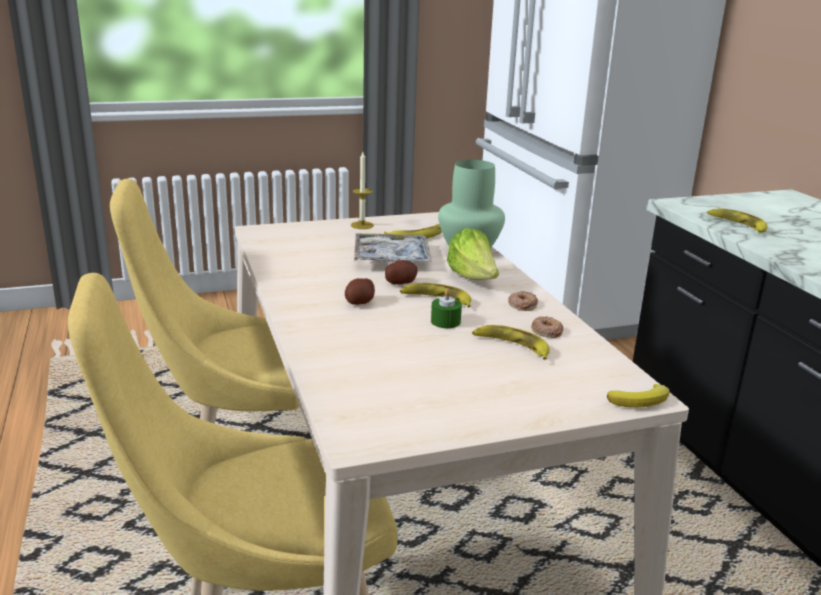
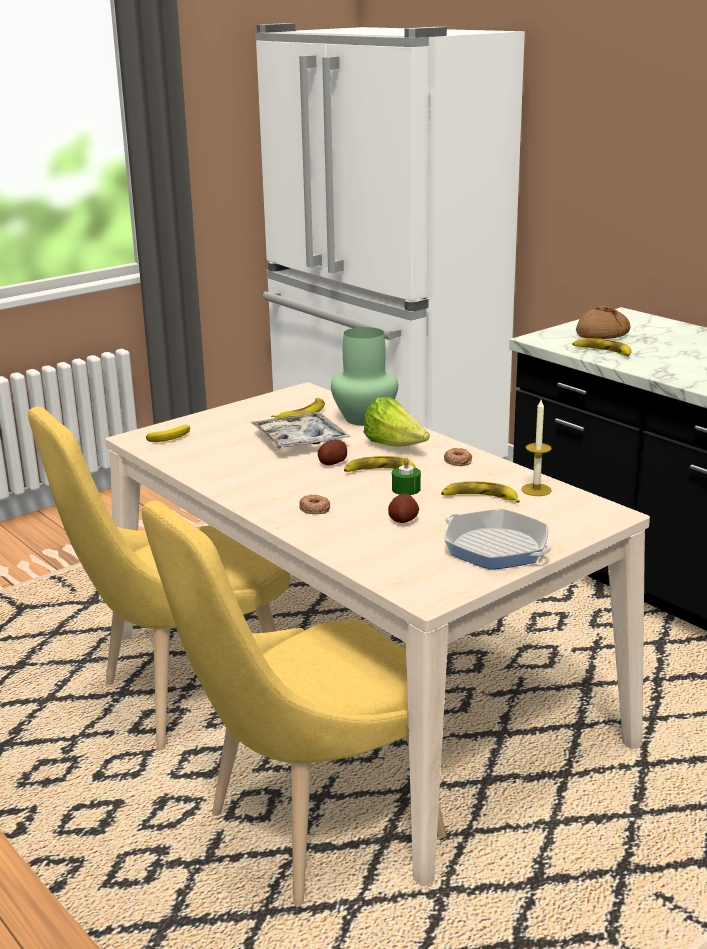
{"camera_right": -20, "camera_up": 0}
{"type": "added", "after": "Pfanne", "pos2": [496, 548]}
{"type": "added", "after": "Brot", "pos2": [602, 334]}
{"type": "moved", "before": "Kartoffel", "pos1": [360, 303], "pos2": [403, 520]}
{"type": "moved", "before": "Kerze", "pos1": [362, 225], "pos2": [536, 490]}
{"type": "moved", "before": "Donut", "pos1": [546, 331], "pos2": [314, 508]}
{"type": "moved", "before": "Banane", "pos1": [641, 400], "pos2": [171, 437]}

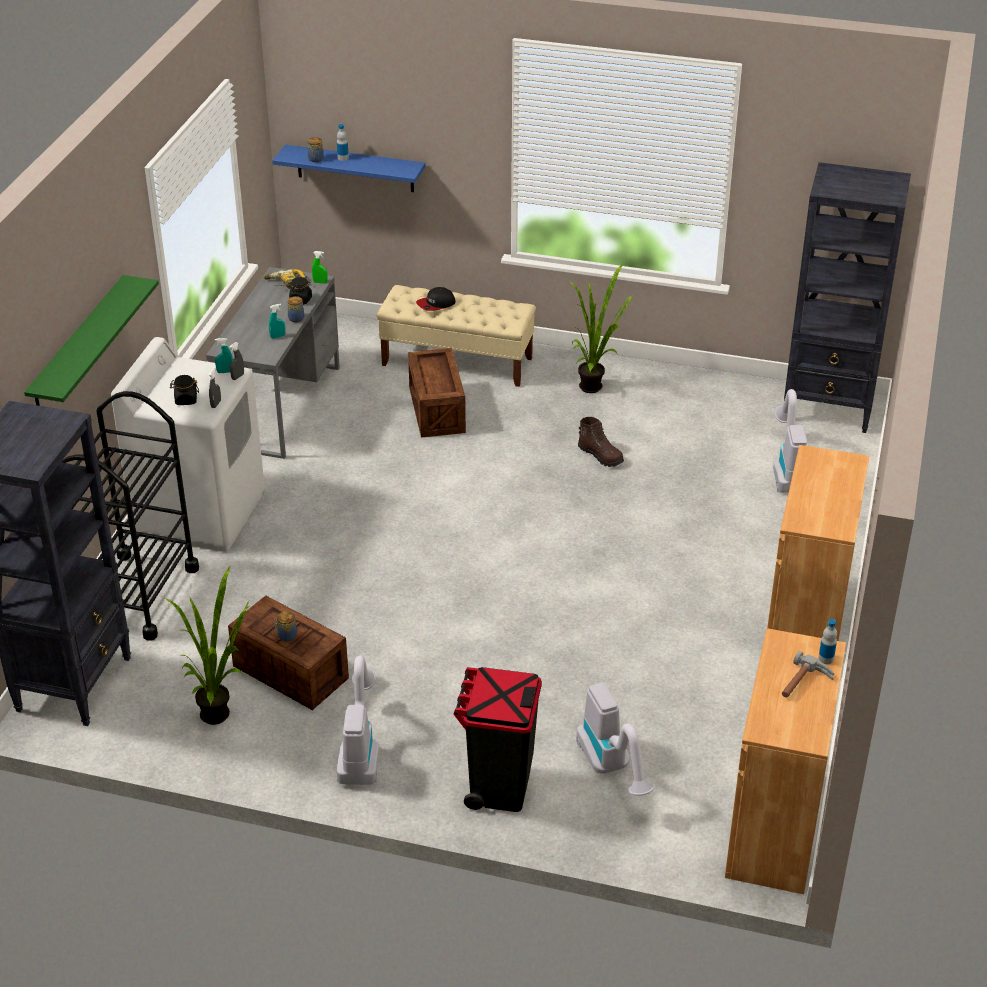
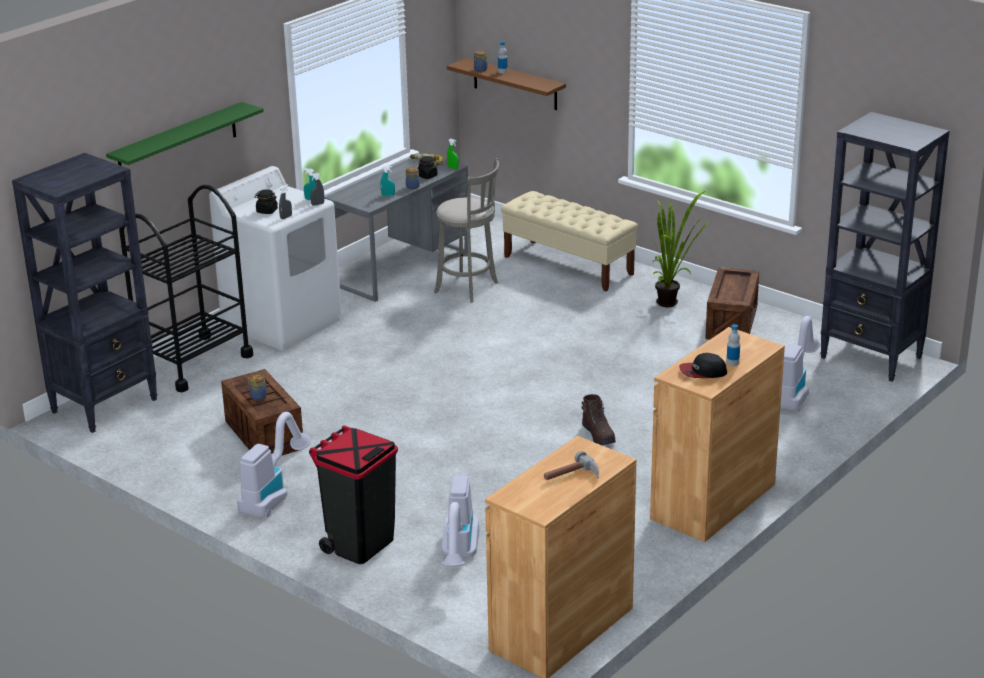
{"camera_right": 25, "camera_up": -10}
{"type": "removed", "before": "Topfpflanze", "pos1": [221, 712]}
{"type": "added", "after": "Hocker [grau]", "pos2": [469, 288]}
{"type": "moved", "before": "Kiste", "pos1": [437, 411], "pos2": [731, 323]}
{"type": "moved", "before": "Kappe", "pos1": [436, 304], "pos2": [702, 372]}
{"type": "moved", "before": "Stiefel [braun]", "pos1": [601, 455], "pos2": [599, 435]}
{"type": "moved", "before": "Flasche", "pos1": [826, 658], "pos2": [732, 363]}
{"type": "recoloured", "before": "Wandregal [blau]", "after": "Wandregal [braun]", "pos1": [355, 168], "pos2": [515, 84]}

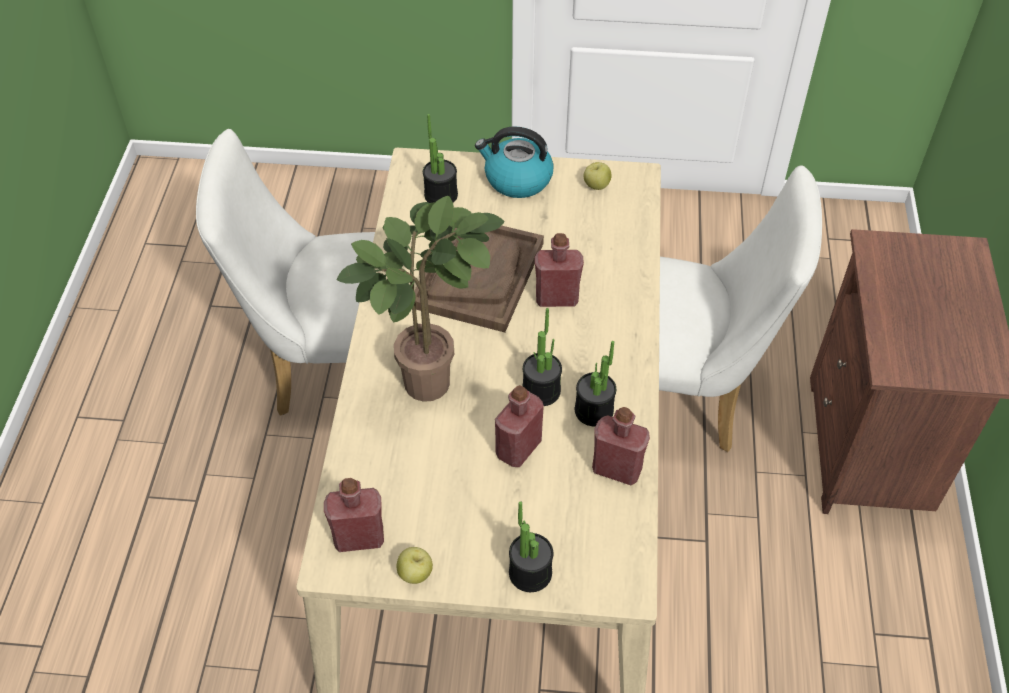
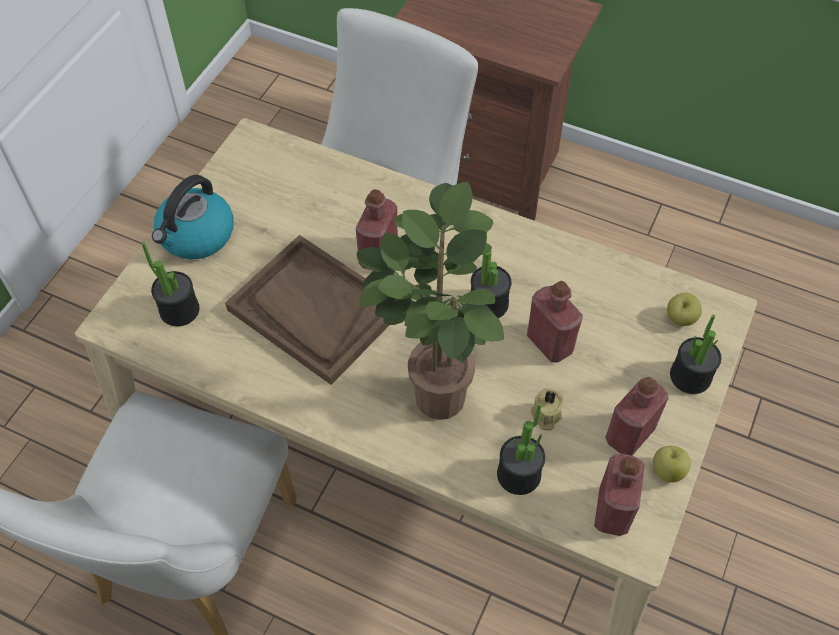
{"camera_right": -70, "camera_up": 5}
{"type": "added", "after": "Kerze [beige]", "pos2": [545, 416]}
{"type": "moved", "before": "Topfpflanze", "pos1": [594, 411], "pos2": [518, 475]}
{"type": "moved", "before": "Apfel", "pos1": [596, 186], "pos2": [680, 319]}
{"type": "moved", "before": "Flasche [rot]", "pos1": [616, 469], "pos2": [629, 435]}

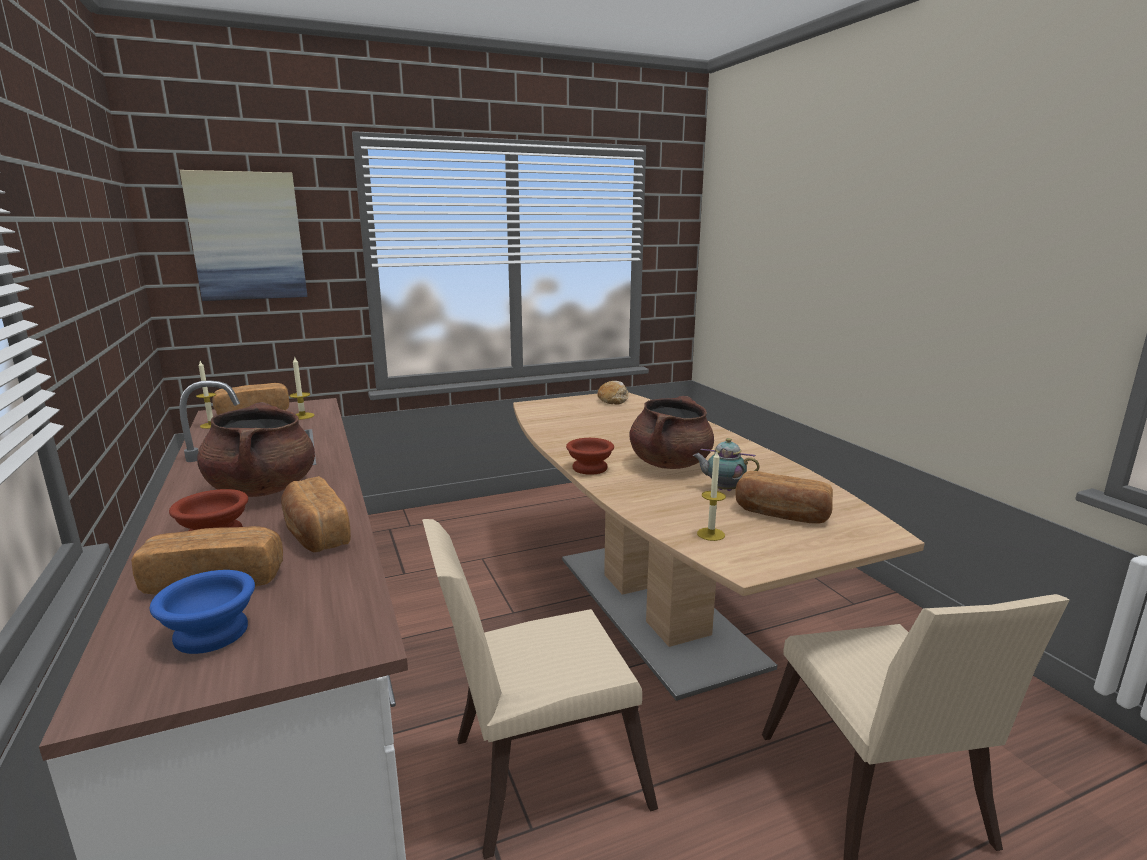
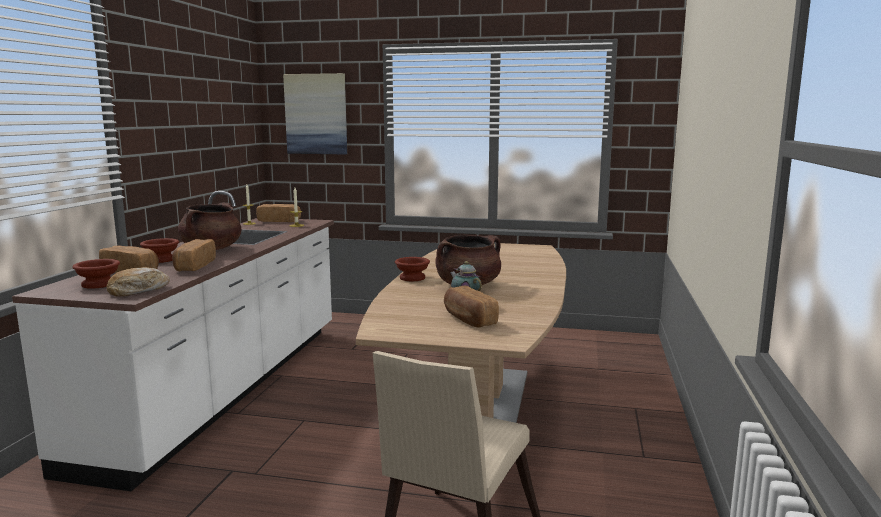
{"camera_right": 35, "camera_up": -5}
{"type": "removed", "before": "Stuhl [beige]", "pos1": [536, 774]}
{"type": "removed", "before": "Kerze", "pos1": [710, 534]}
{"type": "moved", "before": "Brot", "pos1": [613, 399], "pos2": [138, 290]}
{"type": "recoloured", "before": "Schüssel [blau]", "after": "Schüssel [braun]", "pos1": [208, 635], "pos2": [97, 284]}

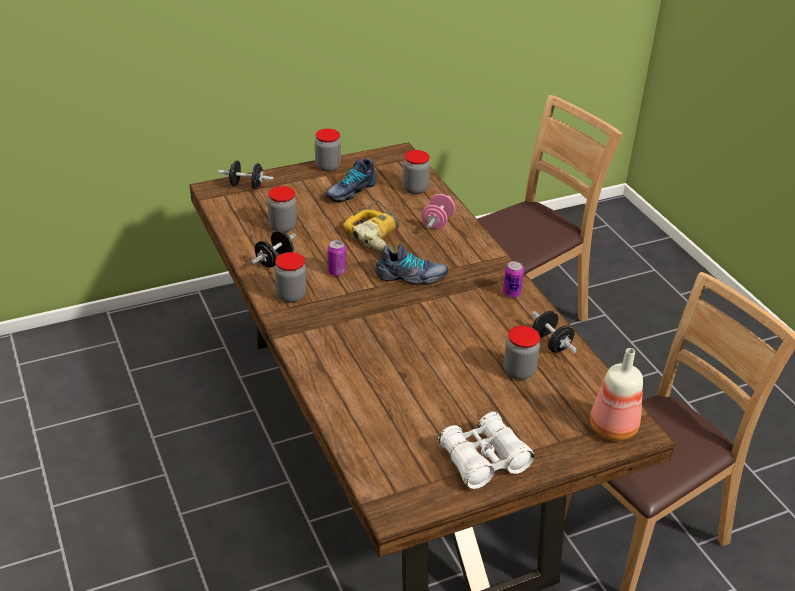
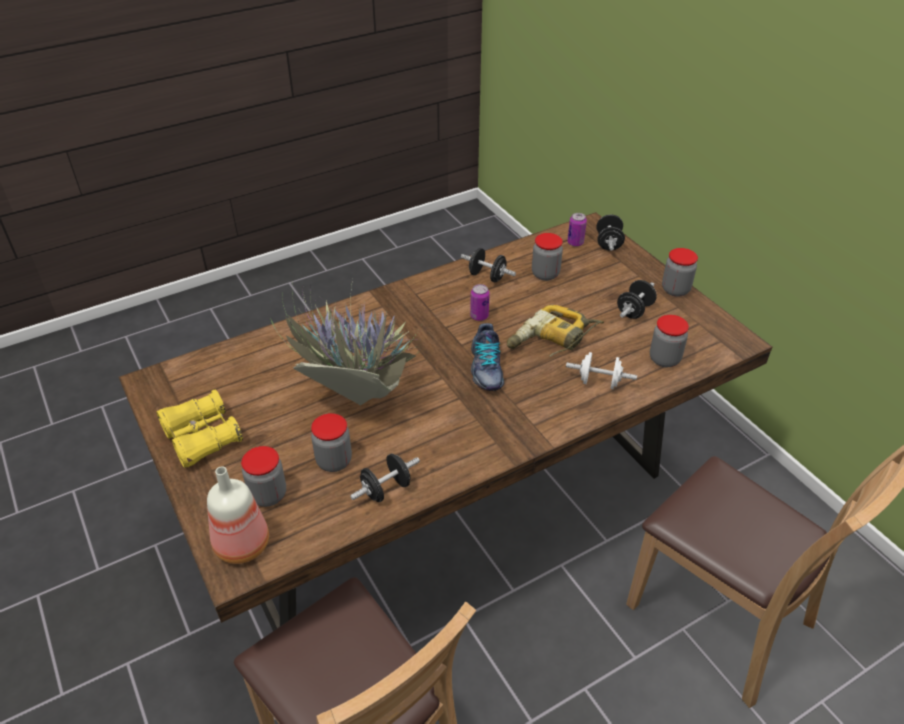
{"camera_right": 85, "camera_up": 5}
{"type": "added", "after": "Topfpflanze", "pos2": [356, 400]}
{"type": "moved", "before": "Vorratsglas", "pos1": [291, 295], "pos2": [268, 495]}
{"type": "moved", "before": "Dose", "pos1": [511, 293], "pos2": [575, 243]}
{"type": "replaced", "before": "Schuh", "after": "Hantel [schwarz]", "pos1": [350, 190], "pos2": [634, 310]}
{"type": "recoloured", "before": "Hantel [rosa]", "after": "Hantel [weiß]", "pos1": [437, 222], "pos2": [599, 382]}
{"type": "recoloured", "before": "Fernglas [weiß]", "after": "Fernglas [gelb]", "pos1": [484, 460], "pos2": [202, 437]}

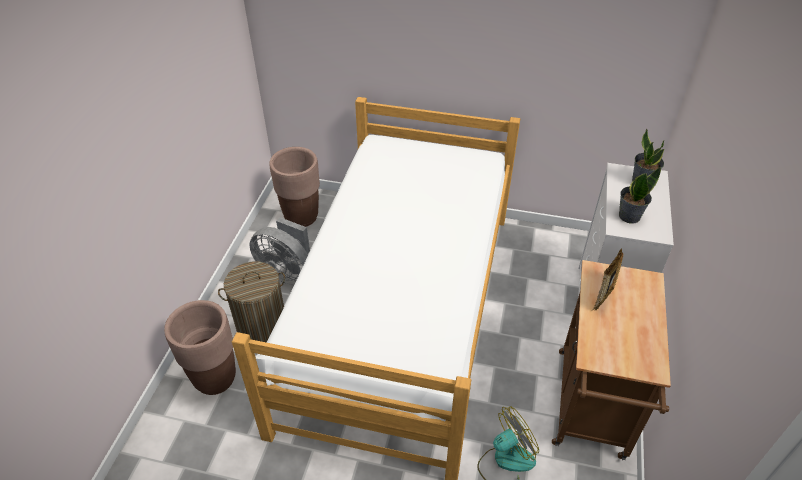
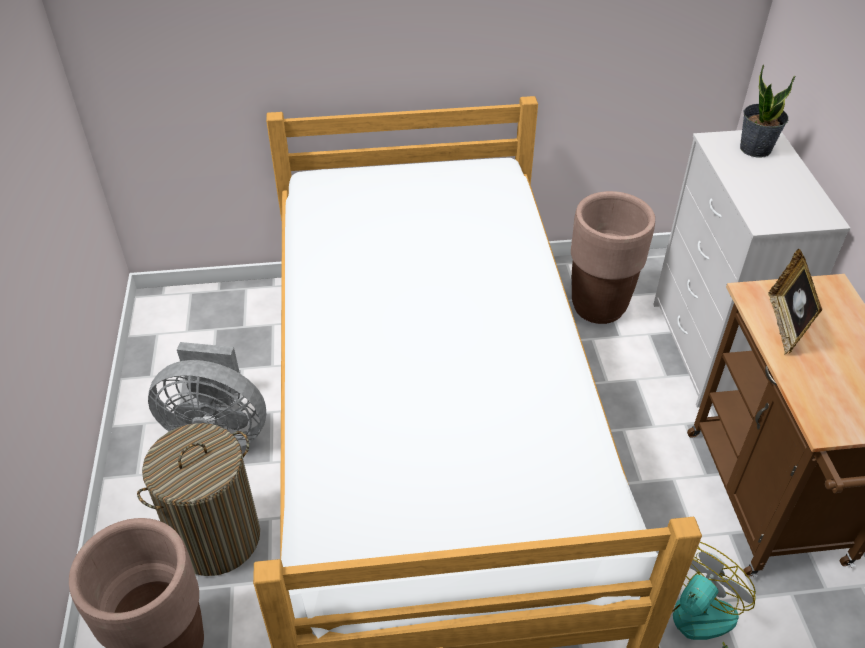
{"camera_right": -20, "camera_up": 0}
{"type": "removed", "before": "Topfpflanze", "pos1": [629, 216]}
{"type": "moved", "before": "Pflanzkübel [braun]", "pos1": [301, 217], "pos2": [598, 306]}

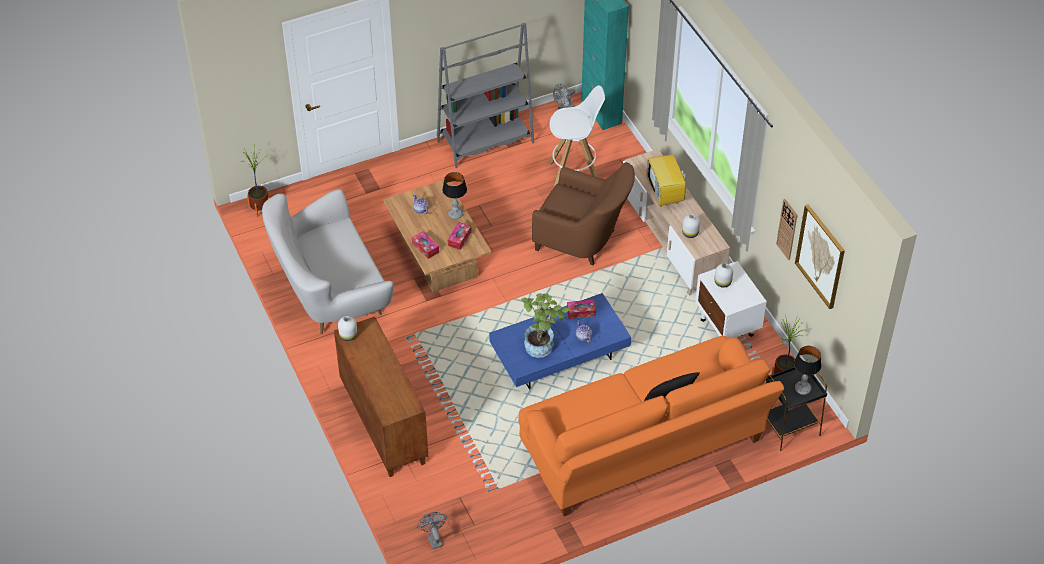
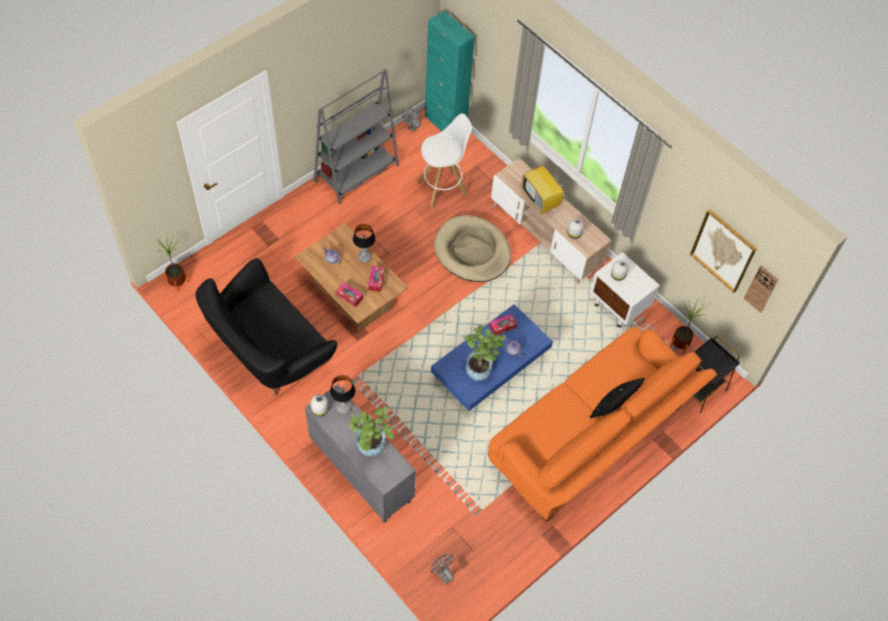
{"camera_right": -20, "camera_up": 10}
{"type": "added", "after": "Topfpflanze", "pos2": [371, 448]}
{"type": "moved", "before": "Wanduhr", "pos1": [787, 229], "pos2": [761, 288]}
{"type": "moved", "before": "Tischlampe", "pos1": [802, 389], "pos2": [343, 407]}
{"type": "replaced", "before": "Sessel [braun]", "after": "Hundebett [beige]", "pos1": [583, 241], "pos2": [472, 251]}
{"type": "recoloured", "before": "Sofa [weiß]", "after": "Sofa [schwarz]", "pos1": [330, 291], "pos2": [269, 350]}
{"type": "recoloured", "before": "Schrank [braun]", "after": "Schrank [grau]", "pos1": [382, 423], "pos2": [360, 471]}

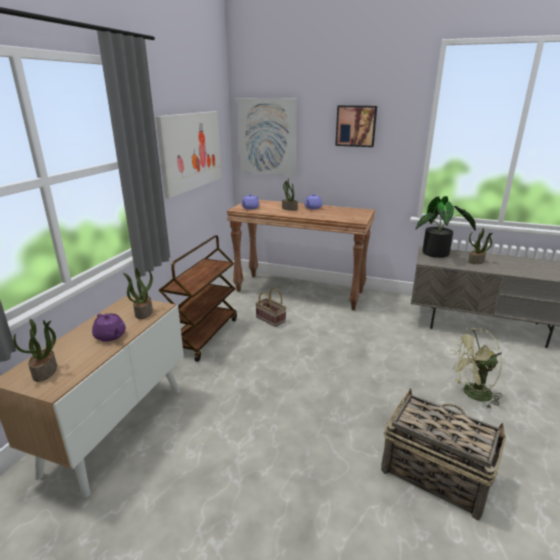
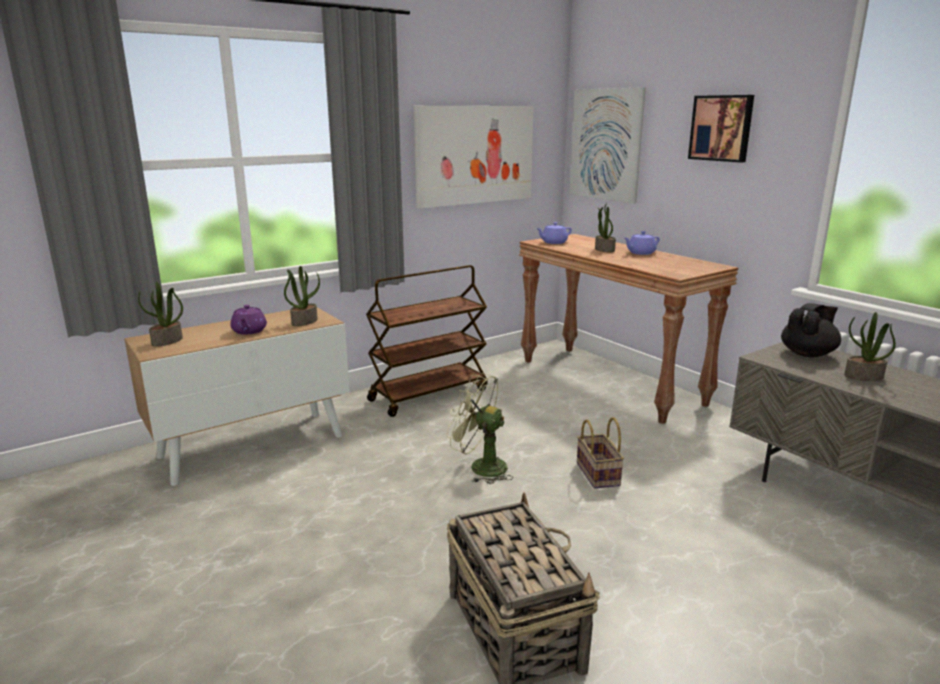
{"camera_right": 35, "camera_up": -5}
{"type": "moved", "before": "Korb", "pos1": [271, 319], "pos2": [599, 474]}
{"type": "moved", "before": "Ventilator [grün]", "pos1": [472, 394], "pos2": [480, 467]}
{"type": "replaced", "before": "Topfpflanze", "after": "Teekanne [schwarz]", "pos1": [439, 254], "pos2": [808, 354]}

